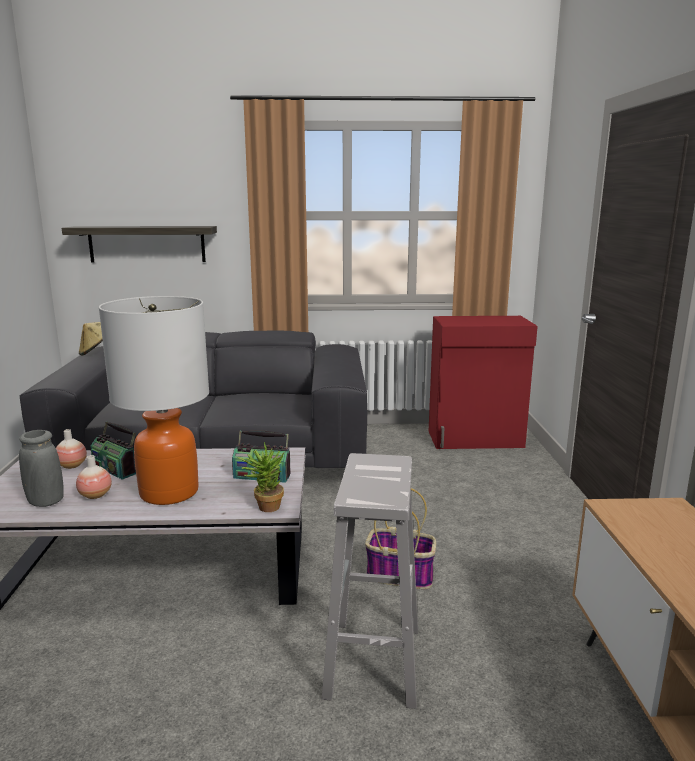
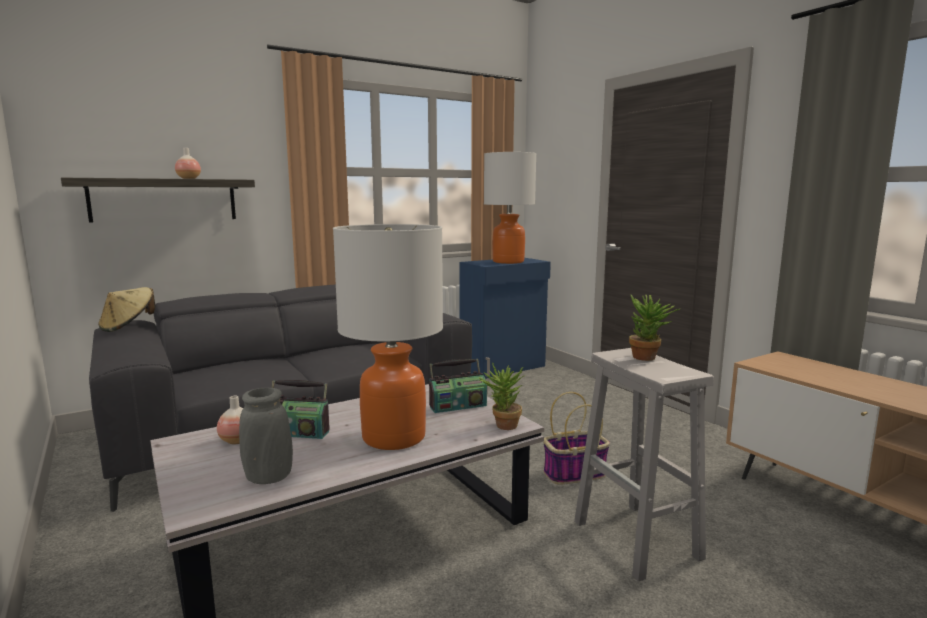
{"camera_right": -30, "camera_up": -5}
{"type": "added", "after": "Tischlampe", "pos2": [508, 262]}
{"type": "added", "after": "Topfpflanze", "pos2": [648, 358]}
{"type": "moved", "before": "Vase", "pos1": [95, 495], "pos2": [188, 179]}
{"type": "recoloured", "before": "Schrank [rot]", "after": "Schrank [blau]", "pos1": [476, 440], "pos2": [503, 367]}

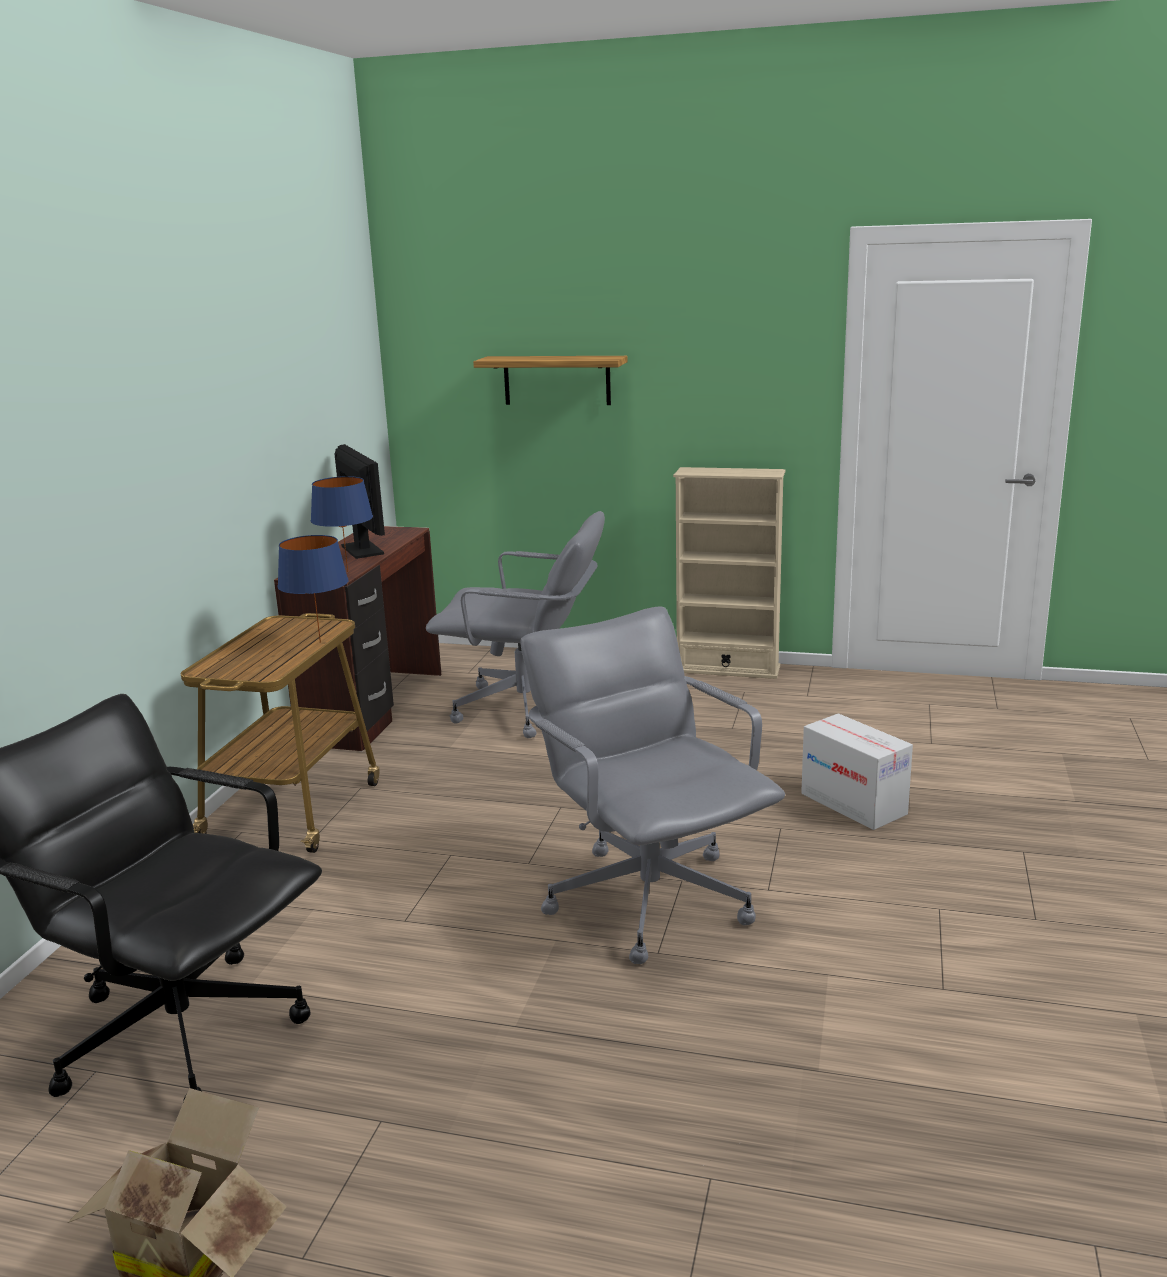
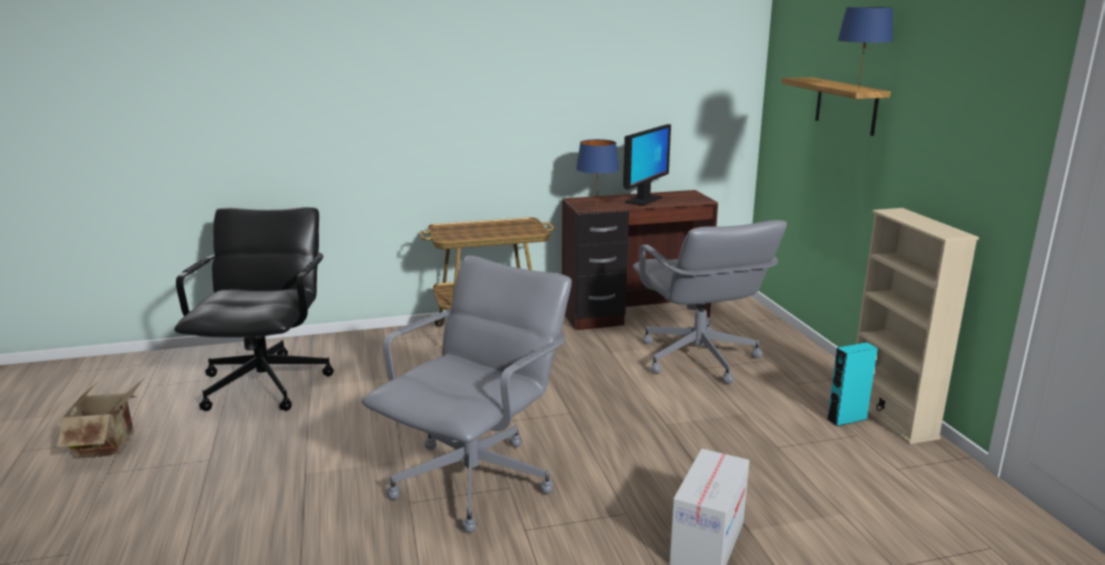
{"camera_right": 60, "camera_up": 0}
{"type": "added", "after": "Lautsprecher [türkis]", "pos2": [846, 419]}
{"type": "moved", "before": "Tischlampe [blau]", "pos1": [319, 642], "pos2": [858, 89]}

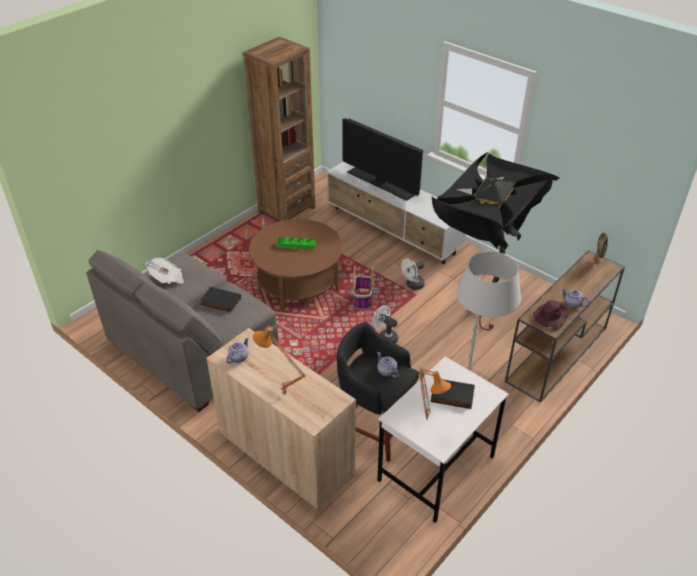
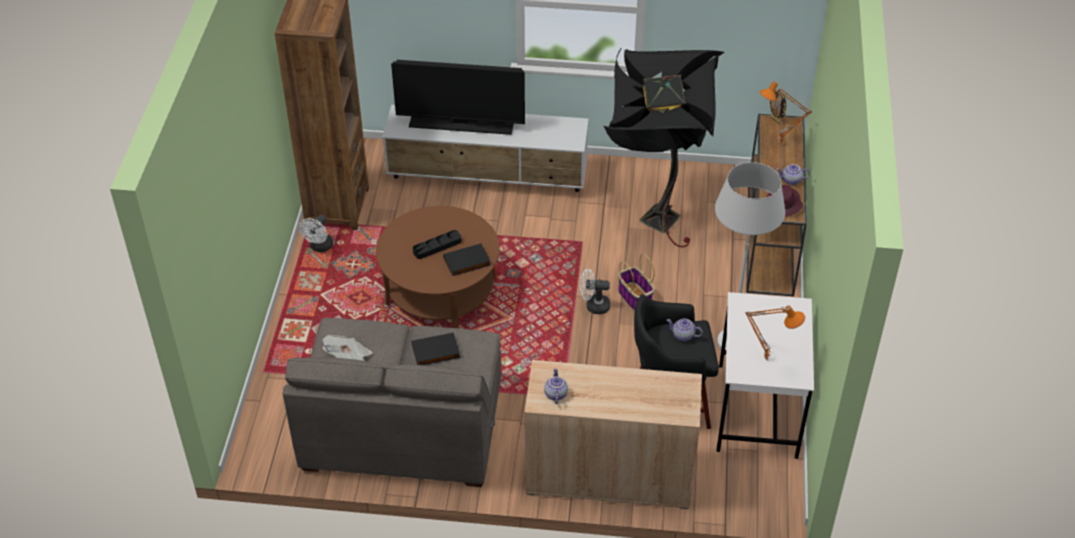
{"camera_right": -35, "camera_up": 5}
{"type": "moved", "before": "Tischlampe [orange]", "pos1": [283, 396], "pos2": [779, 145]}
{"type": "moved", "before": "Korb", "pos1": [363, 299], "pos2": [635, 298]}
{"type": "moved", "before": "Ventilator [weiß]", "pos1": [412, 285], "pos2": [319, 247]}
{"type": "moved", "before": "Buch [schwarz]", "pos1": [452, 396], "pos2": [467, 262]}
{"type": "recoloured", "before": "Tablett [grün]", "after": "Tablett [schwarz]", "pos1": [296, 245], "pos2": [437, 246]}

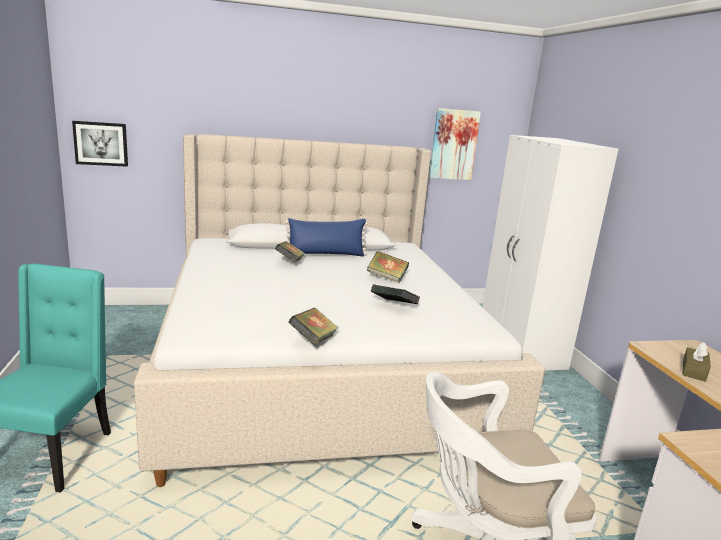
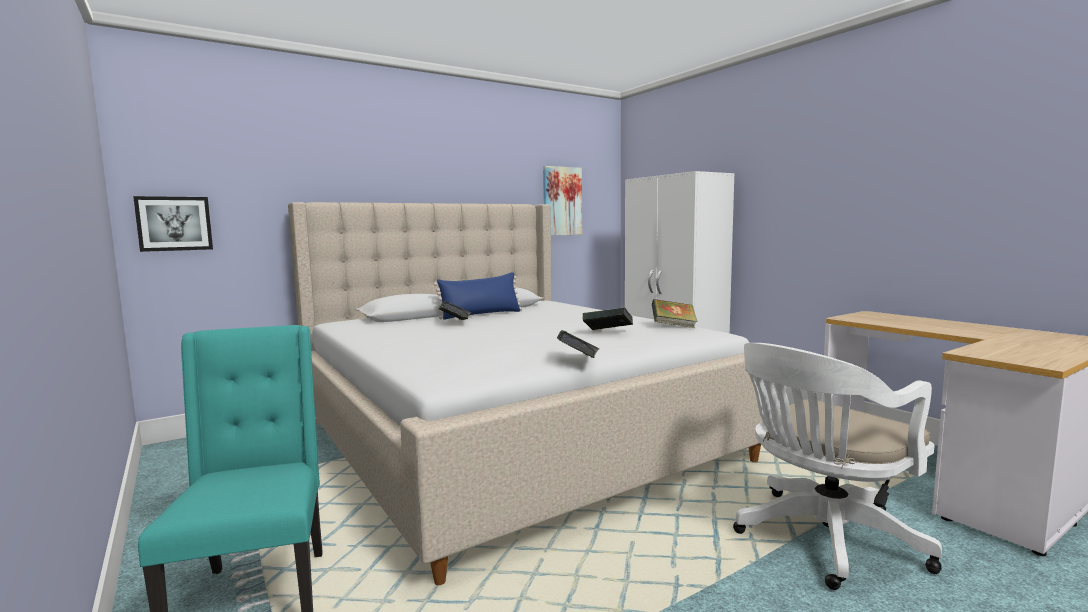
{"camera_right": -20, "camera_up": -10}
{"type": "removed", "before": "Taschentuchbox [braun]", "pos1": [693, 371]}
{"type": "moved", "before": "Buch", "pos1": [387, 278], "pos2": [673, 326]}

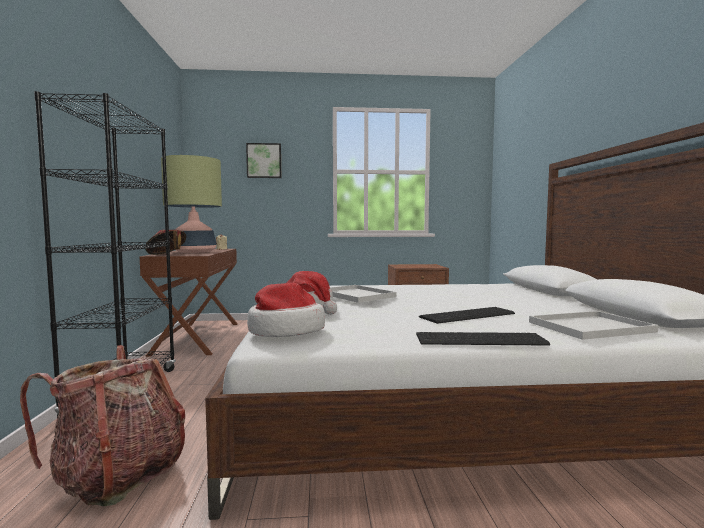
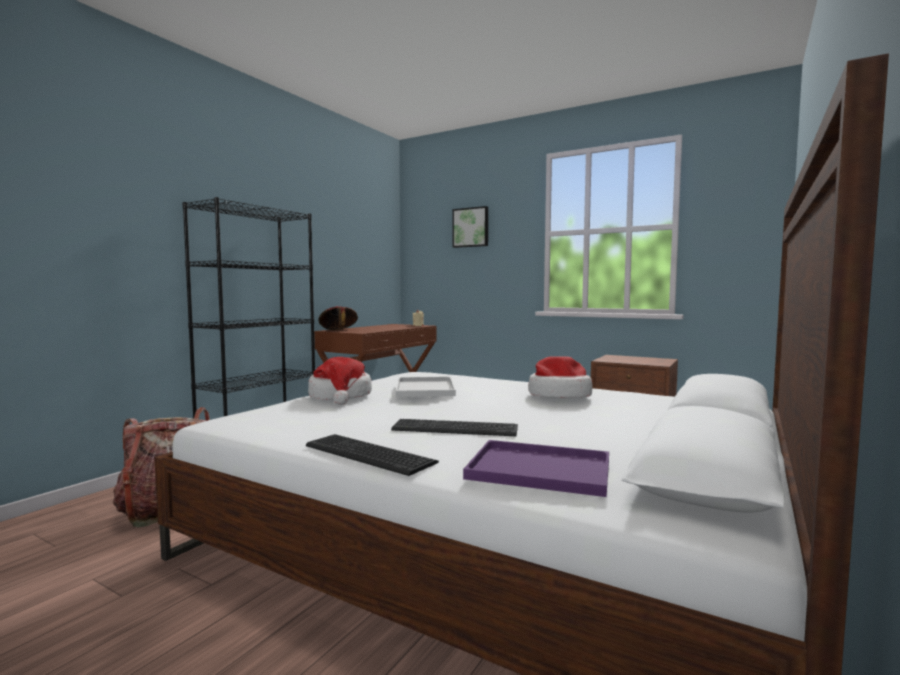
{"camera_right": 35, "camera_up": 0}
{"type": "removed", "before": "Tischlampe", "pos1": [194, 251]}
{"type": "moved", "before": "Hut", "pos1": [285, 331], "pos2": [559, 395]}
{"type": "recoloured", "before": "Tablett [weiß]", "after": "Tablett [lila]", "pos1": [589, 327], "pos2": [536, 469]}

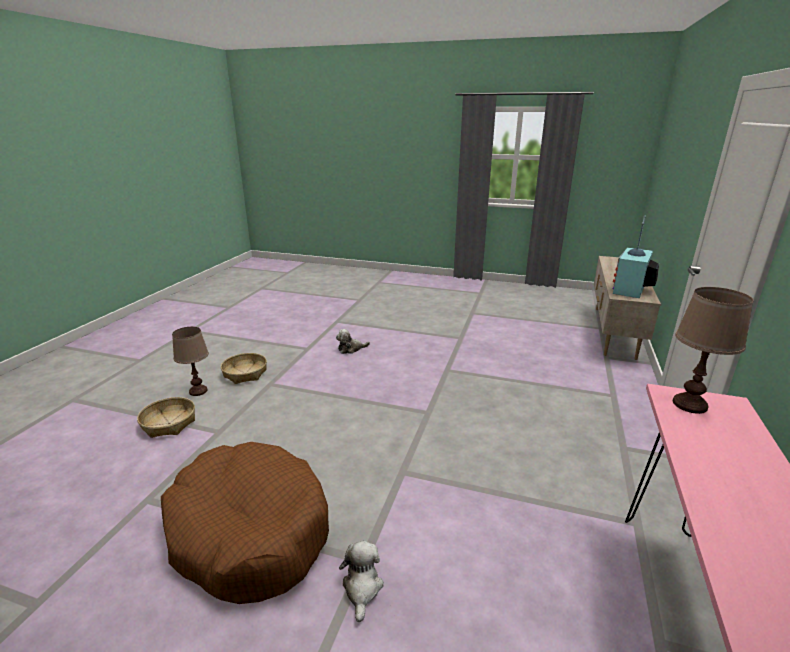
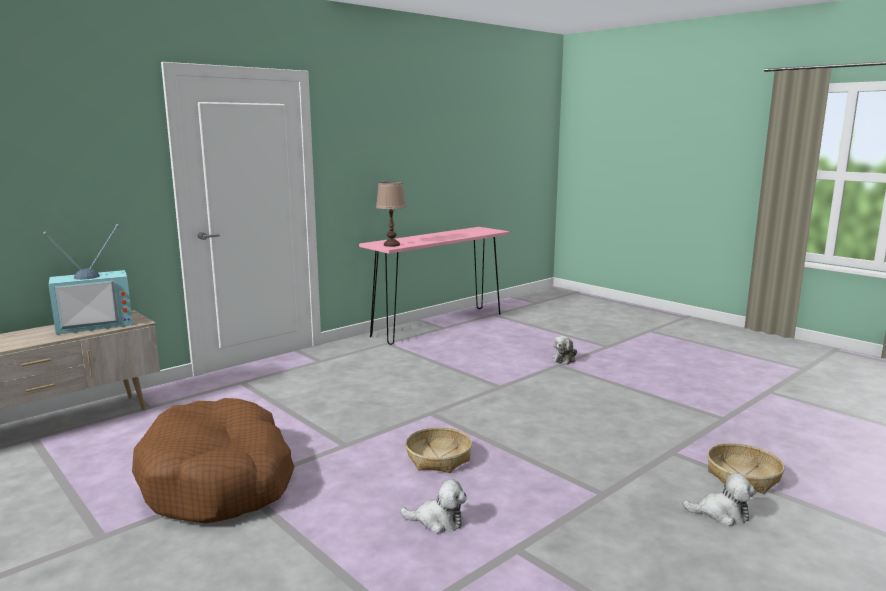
{"camera_right": -150, "camera_up": -10}
{"type": "moved", "before": "Hundebett [braun]", "pos1": [249, 531], "pos2": [219, 480]}
{"type": "moved", "before": "Korb", "pos1": [245, 373], "pos2": [438, 458]}
{"type": "replaced", "before": "Tischlampe [braun]", "after": "Plüschtier", "pos1": [198, 391], "pos2": [721, 514]}

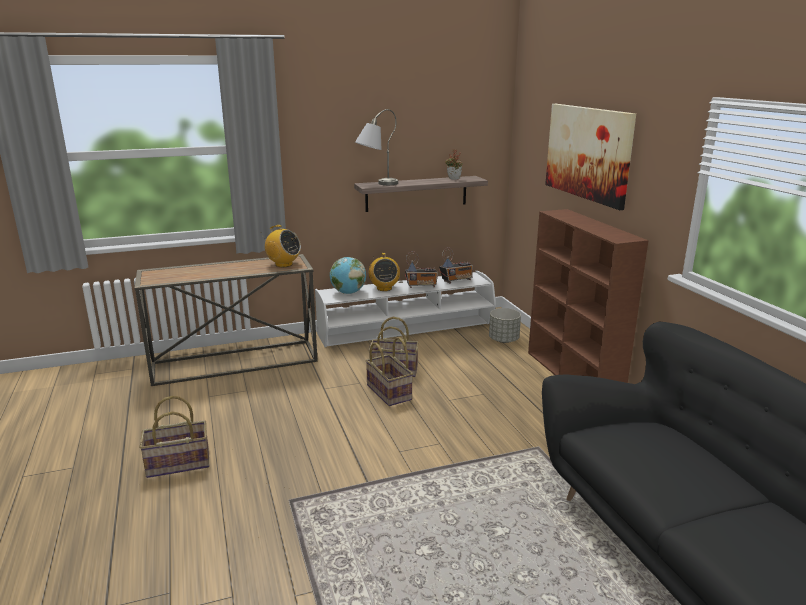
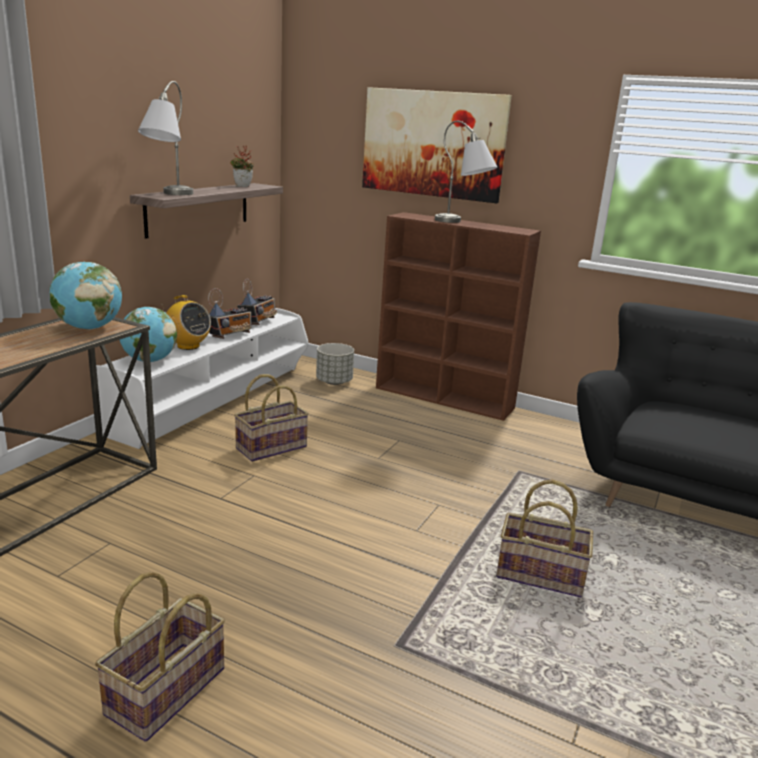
{"camera_right": -45, "camera_up": 0}
{"type": "added", "after": "Tischlampe [grau]", "pos2": [462, 223]}
{"type": "moved", "before": "Korb", "pos1": [390, 392], "pos2": [540, 574]}
{"type": "replaced", "before": "Radio", "after": "Globus", "pos1": [283, 264], "pos2": [89, 328]}

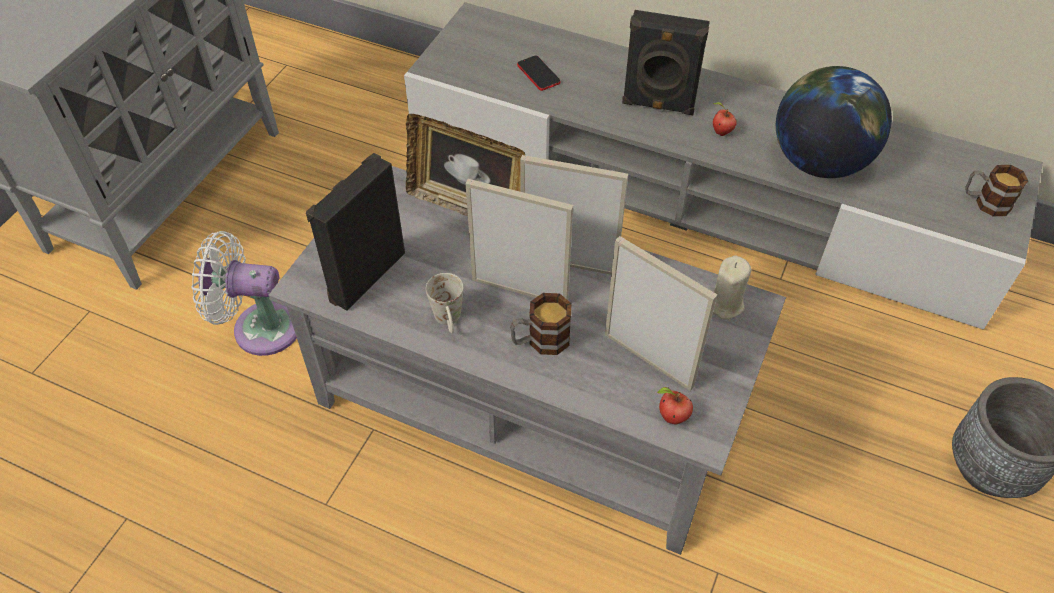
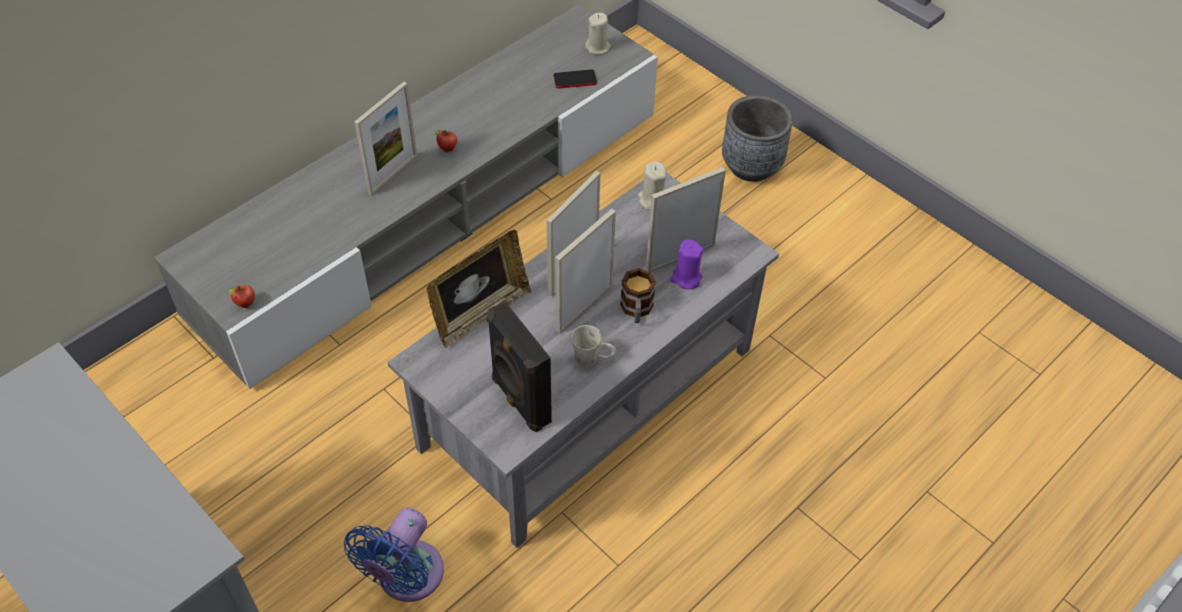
{"camera_right": -70, "camera_up": 0}
{"type": "removed", "before": "Globus", "pos1": [819, 162]}
{"type": "added", "after": "Kerze [lila]", "pos2": [686, 278]}
{"type": "moved", "before": "Handy", "pos1": [538, 74], "pos2": [575, 80]}
{"type": "moved", "before": "Apfel", "pos1": [671, 418], "pos2": [245, 304]}
{"type": "replaced", "before": "Lautsprecher [schwarz]", "after": "Bilderrahmen", "pos1": [658, 105], "pos2": [393, 174]}
{"type": "replaced", "before": "Henkelbecher", "after": "Kerze [beige]", "pos1": [985, 202], "pos2": [598, 47]}
{"type": "recoloured", "before": "Ventilator [weiß]", "after": "Ventilator [blau]", "pos1": [259, 328], "pos2": [406, 578]}

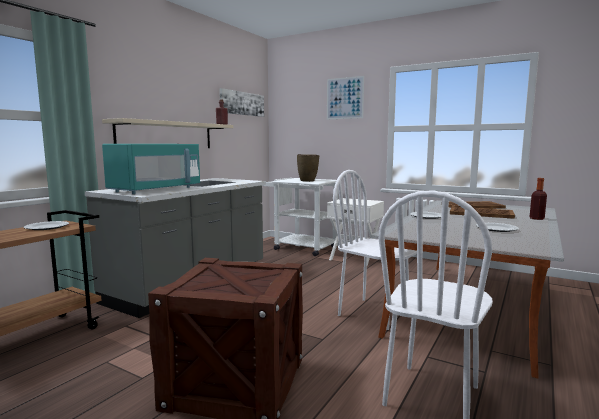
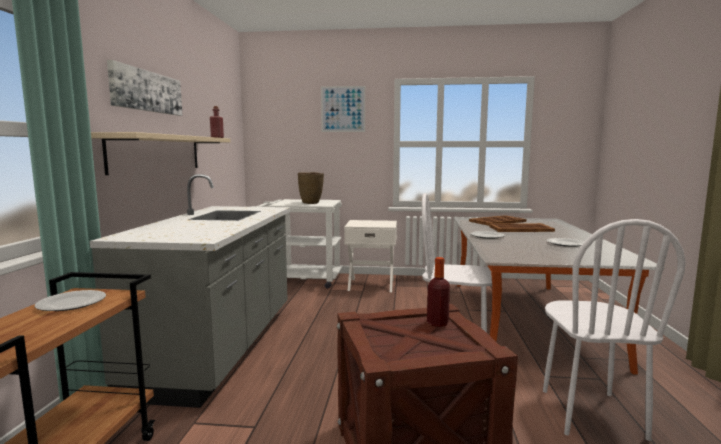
{"camera_right": -25, "camera_up": 0}
{"type": "removed", "before": "Mikrowelle [türkis]", "pos1": [156, 190]}
{"type": "moved", "before": "Bild", "pos1": [242, 103], "pos2": [147, 91]}
{"type": "moved", "before": "Flasche", "pos1": [536, 218], "pos2": [437, 323]}

